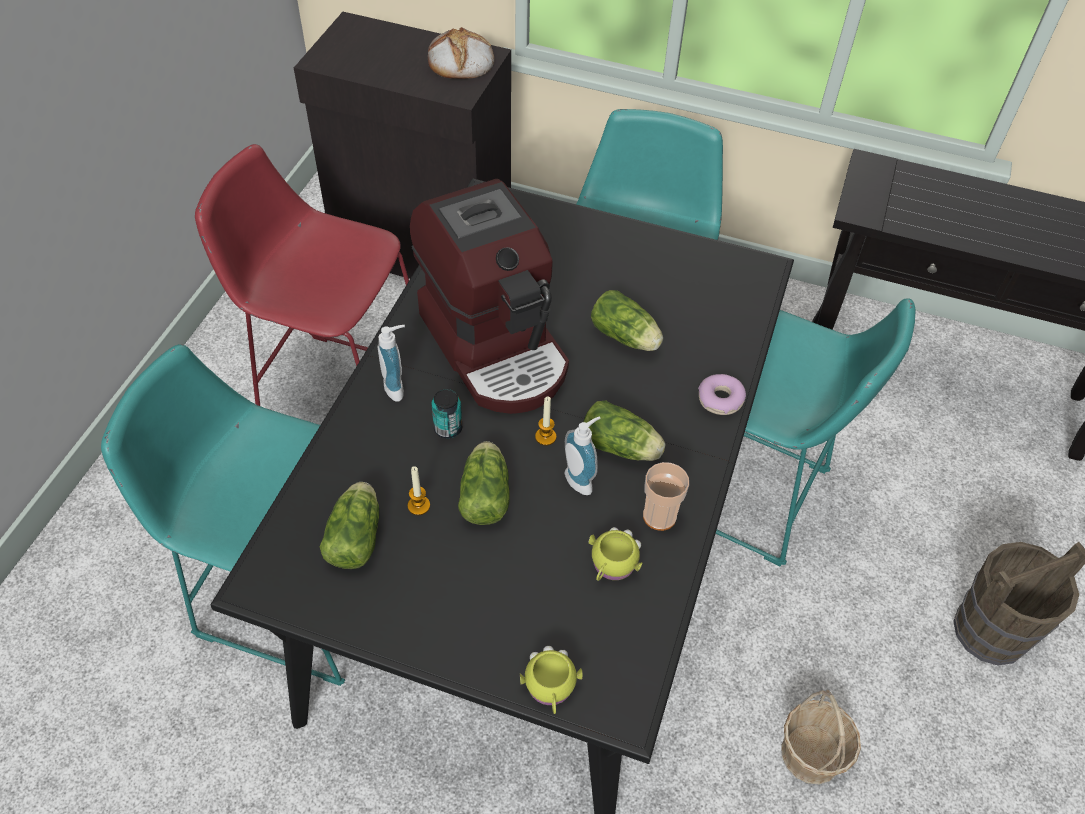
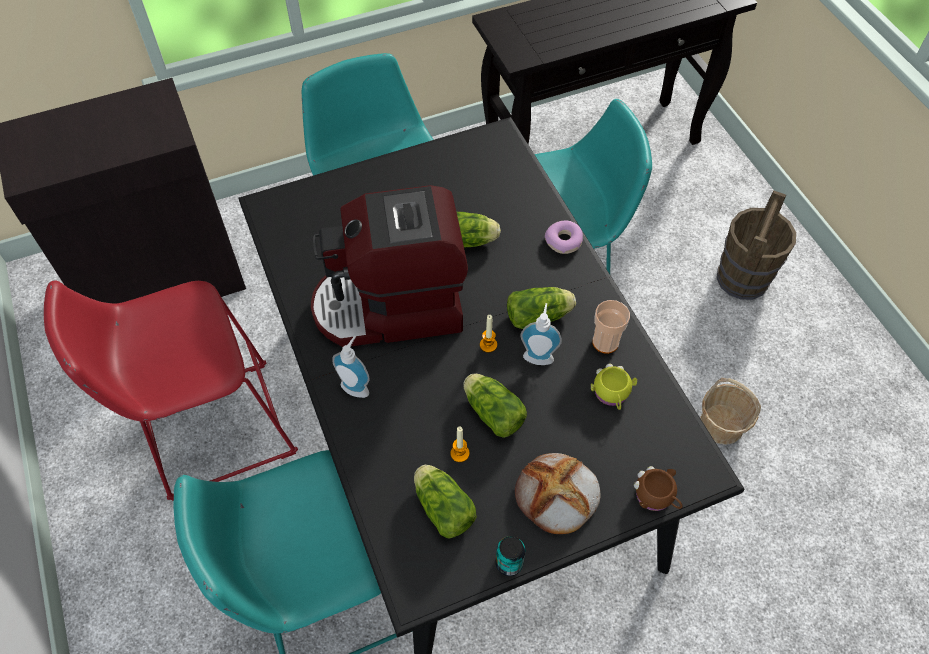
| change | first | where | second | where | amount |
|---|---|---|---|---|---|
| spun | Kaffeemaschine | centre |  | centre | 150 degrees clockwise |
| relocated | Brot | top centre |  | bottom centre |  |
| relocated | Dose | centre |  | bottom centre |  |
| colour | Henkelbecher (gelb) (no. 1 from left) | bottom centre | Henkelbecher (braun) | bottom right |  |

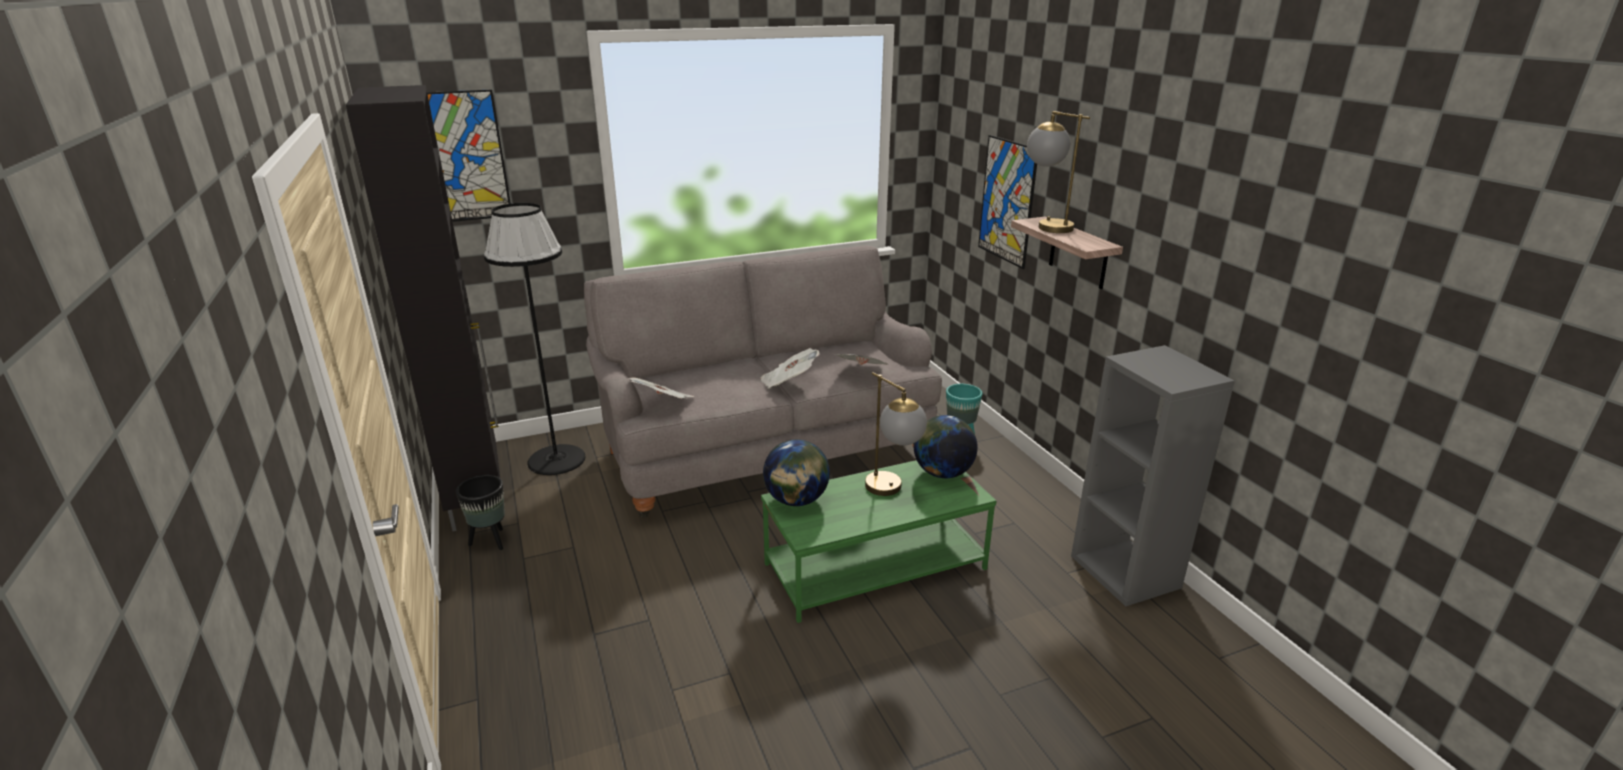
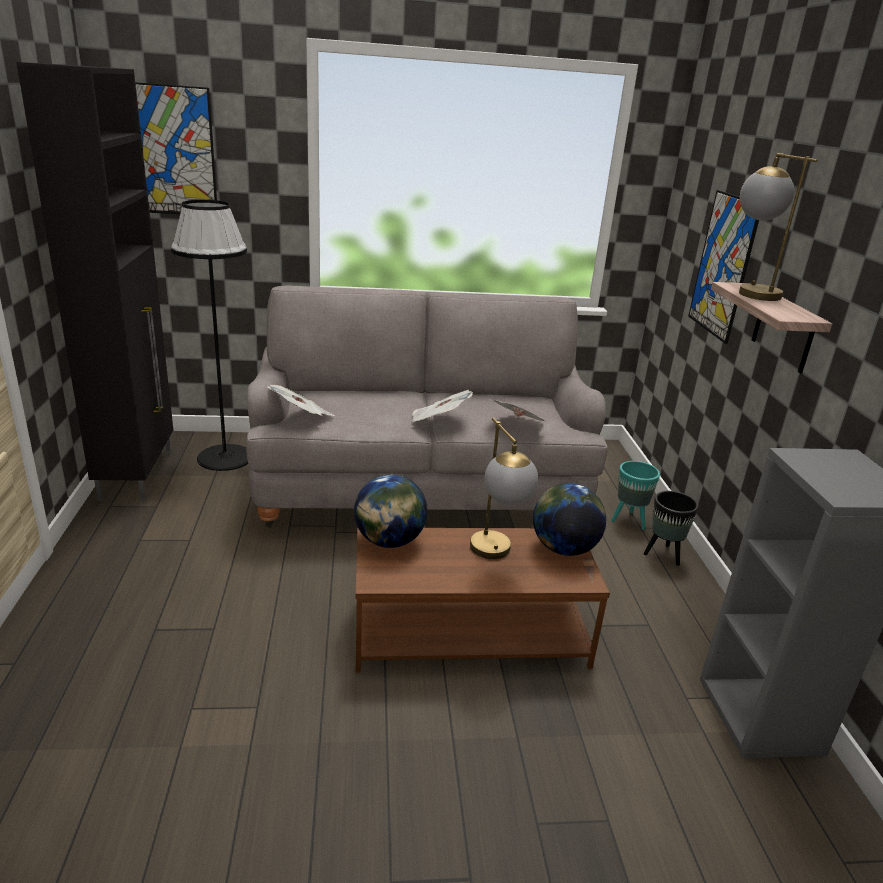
| change | first | where | second | where | amount |
|---|---|---|---|---|---|
| relocated | Pflanzkübel (schwarz) | middle left |  | middle right |  |
| colour | Couchtisch (grün) | bottom centre | Couchtisch (braun) | bottom centre |  |

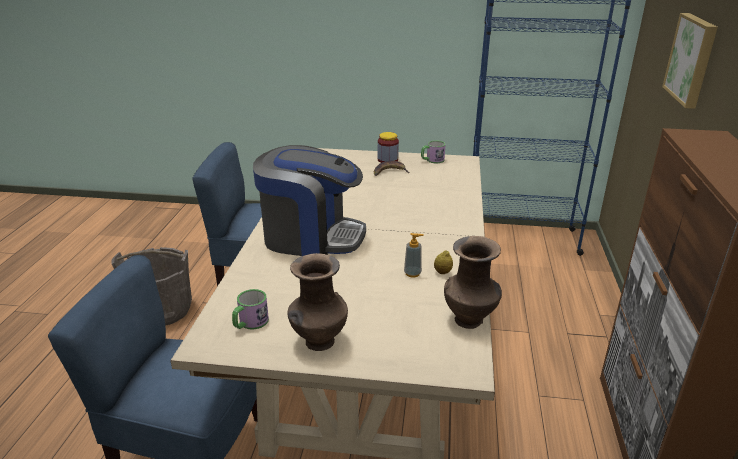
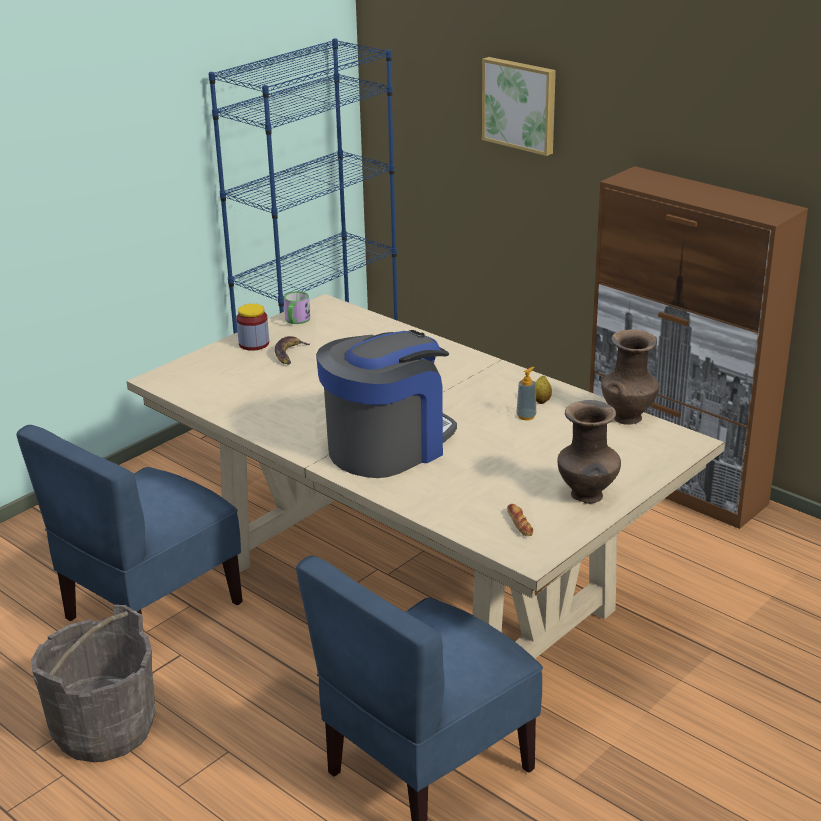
| change | first | where | second | where | amount |
|---|---|---|---|---|---|
| exchanged | Henkelbecher (no. 1 from left) | bottom centre | Brot | centre |  |

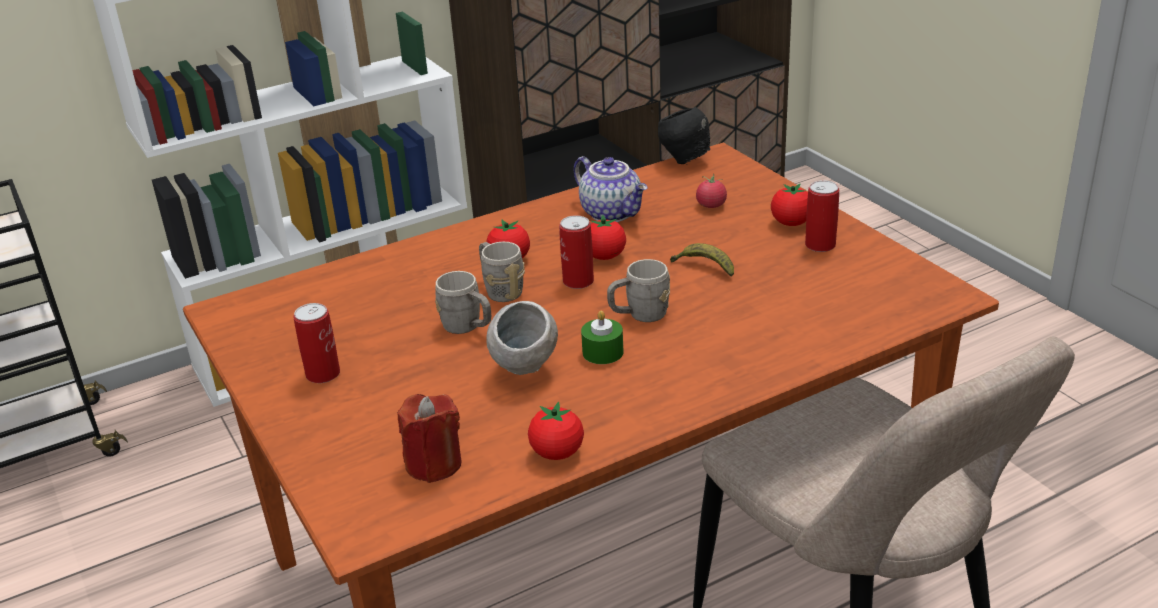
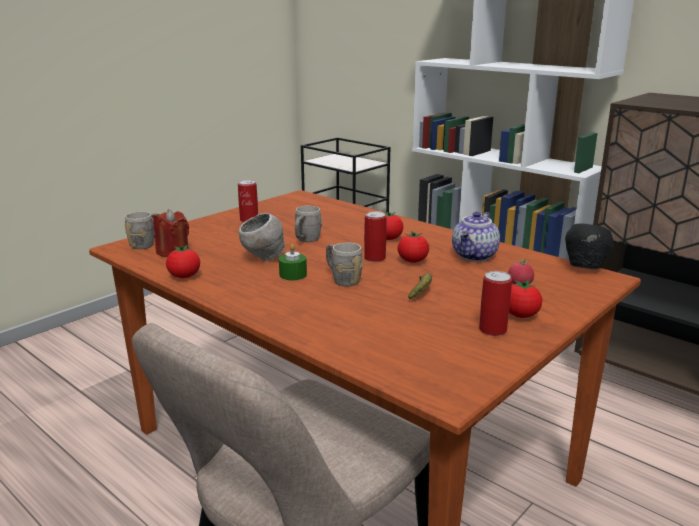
| change | first | where | second | where | amount |
|---|---|---|---|---|---|
| relocated | Henkelbecher (grau) (no. 2 from left in the first image) | centre | Henkelbecher (grau) (no. 1 from left) | middle left |  |

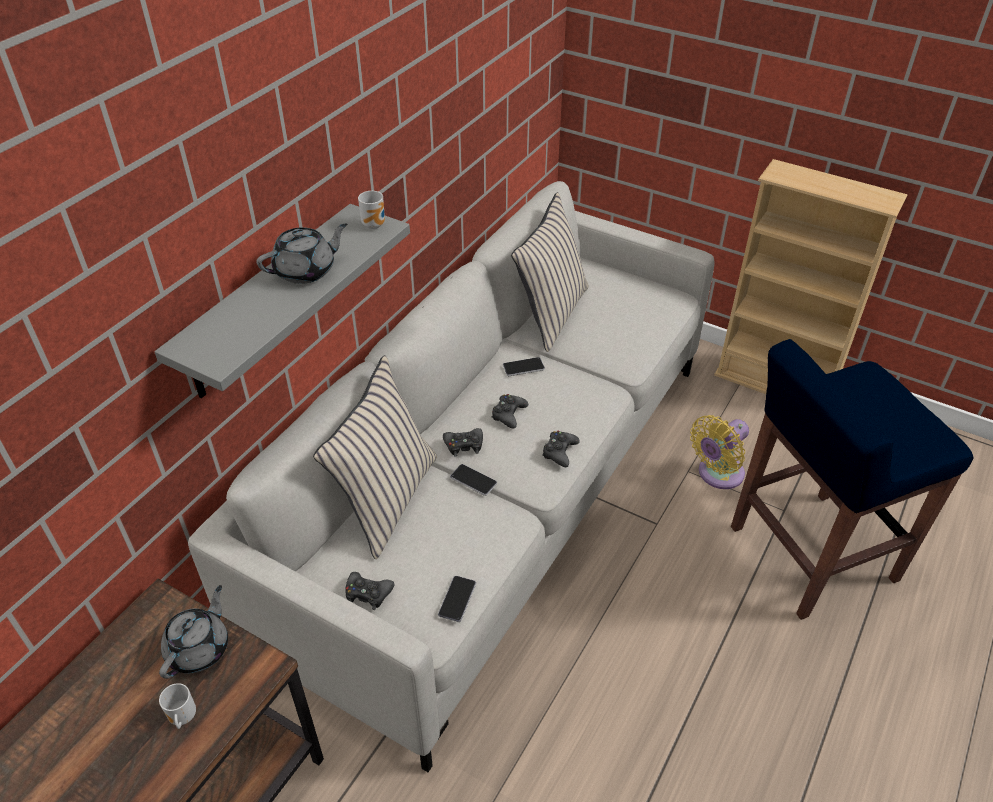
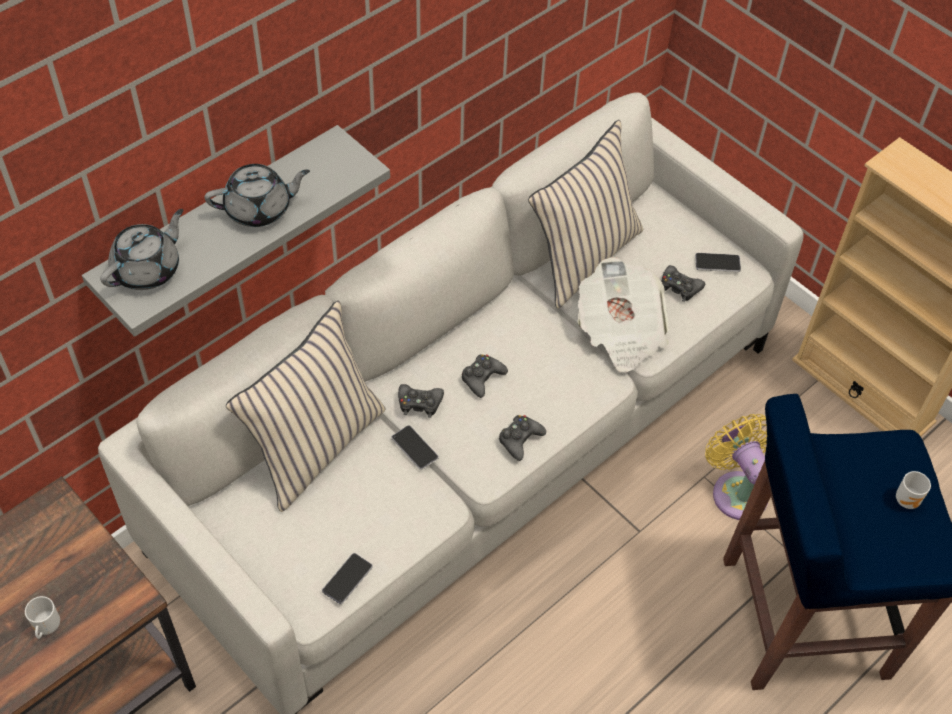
| change | first | where | second | where | amount |
|---|---|---|---|---|---|
| relocated | Teekanne (grau) (no. 1 from left) | bottom left |  | middle left |  |
| relocated | Gamepad (schwarz) (no. 1 from left in the first image) | bottom centre | Gamepad (schwarz) (no. 4 from left) | middle right |  |
| relocated | Henkelbecher (no. 2 from left) | top centre |  | bottom right |  |
| relocated | Handy (no. 3 from left) | centre |  | middle right |  |
| spun | Ventilator (gelb) | middle right |  | middle right | 90 degrees clockwise |
| appeared |  |  | Zeitung | centre |  |

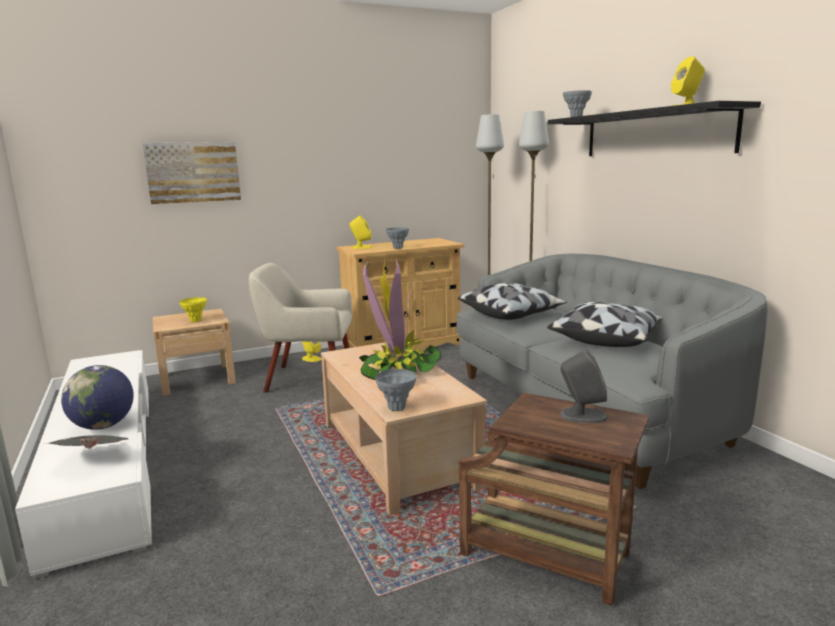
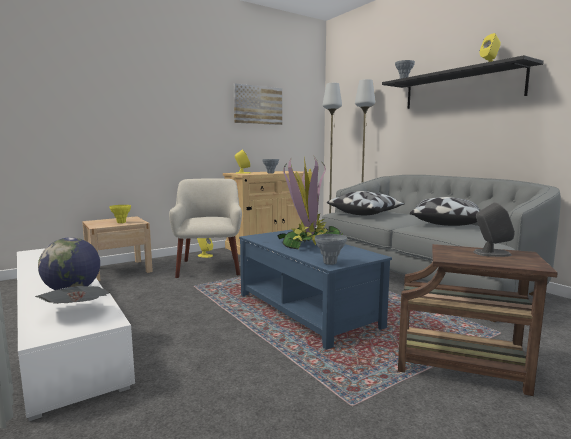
| change | first | where | second | where | amount |
|---|---|---|---|---|---|
| relocated | Bild | top left |  | top centre |  |
| spun | Sessel (beige) | centre |  | centre | 90 degrees clockwise |
| colour | Couchtisch (beige) | bottom centre | Couchtisch (blau) | centre |  |

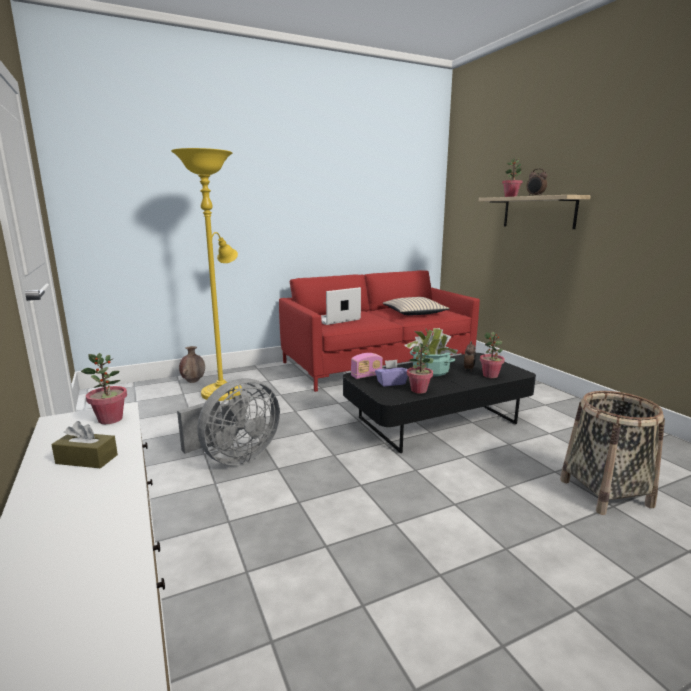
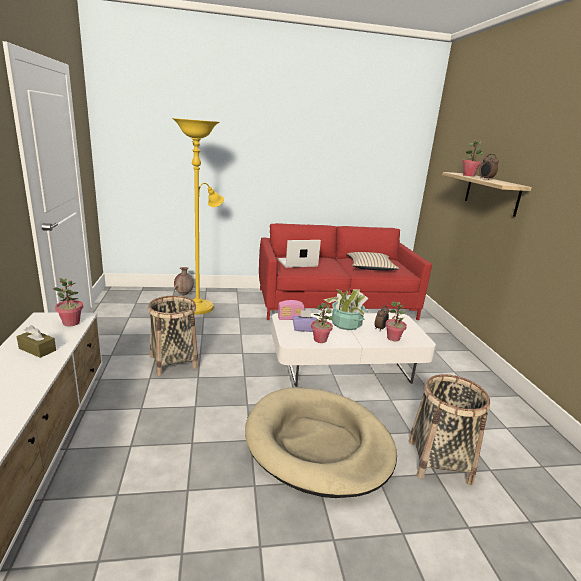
| change | first | where | second | where | amount |
|---|---|---|---|---|---|
| exchanged | Ventilator (grau) | middle left | Korb (no. 1 from left) | middle left |  |
| colour | Couchtisch (schwarz) | centre | Couchtisch (weiß) | centre |  |
| appeared |  |  | Hundebett (beige) | bottom centre |  |

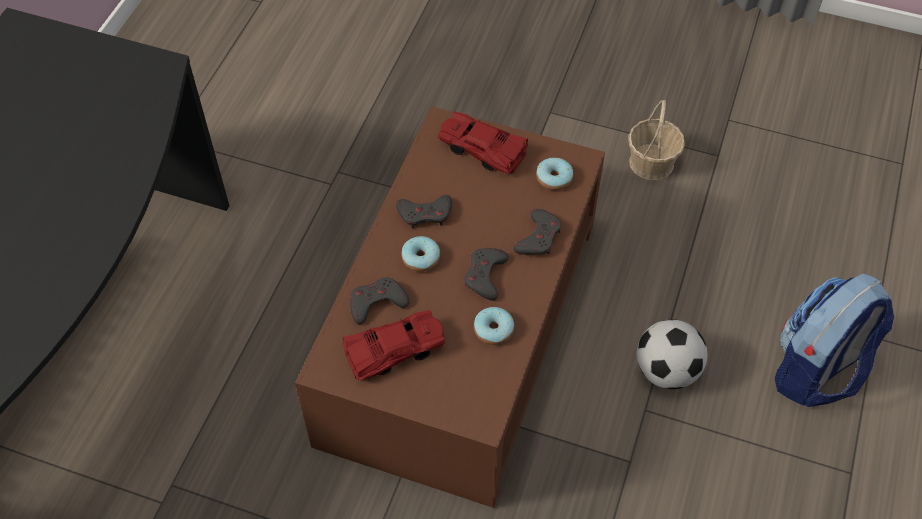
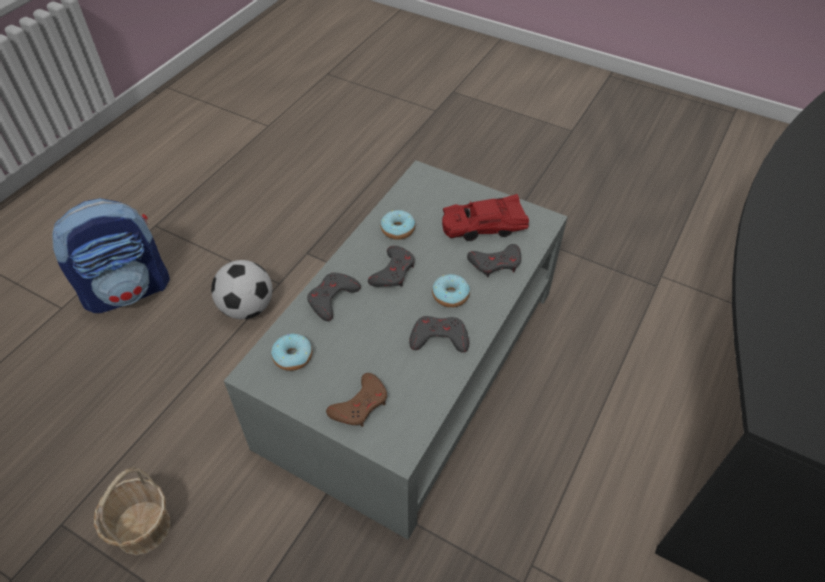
| change | first | where | second | where | amount |
|---|---|---|---|---|---|
| colour | Couchtisch (braun) | centre | Couchtisch (grau) | centre |  |
| exchanged | Spielzeugauto (rot) (no. 2 from left) | top centre | Gamepad (braun) | bottom centre |  |

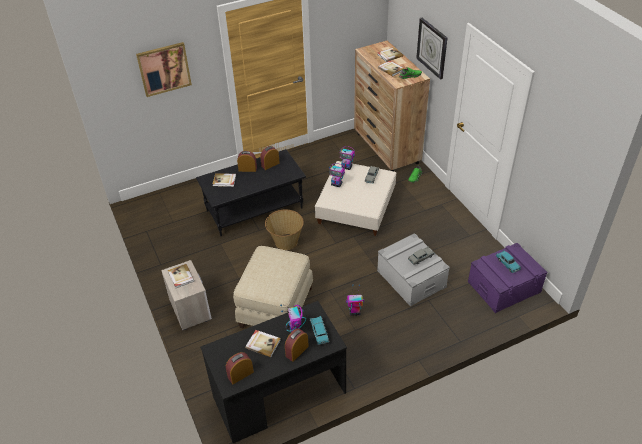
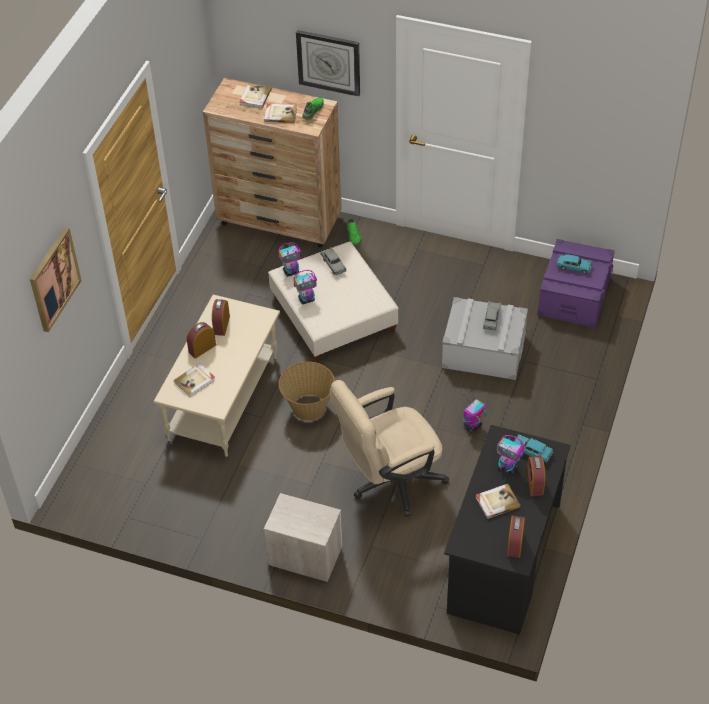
| change | first | where | second | where | amount |
|---|---|---|---|---|---|
| missing | Buch (no. 1 from left) | middle left |  |  |  |
| colour | Couchtisch (schwarz) | centre | Couchtisch (beige) | middle left |  |
| exchanged | Polsterhocker (beige) (no. 1 from left) | centre | Bürostuhl (beige) | centre |  |

